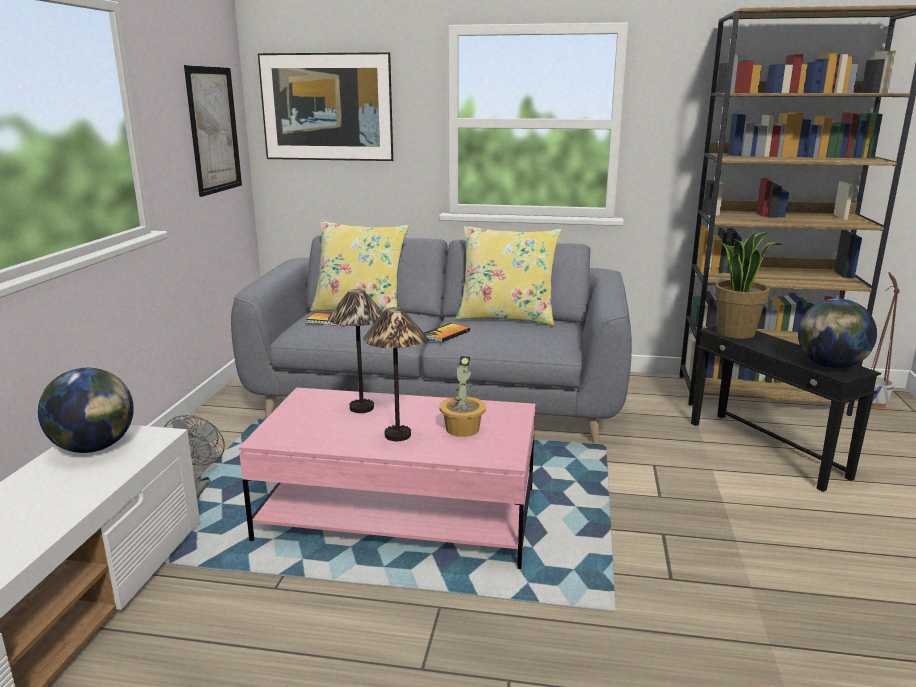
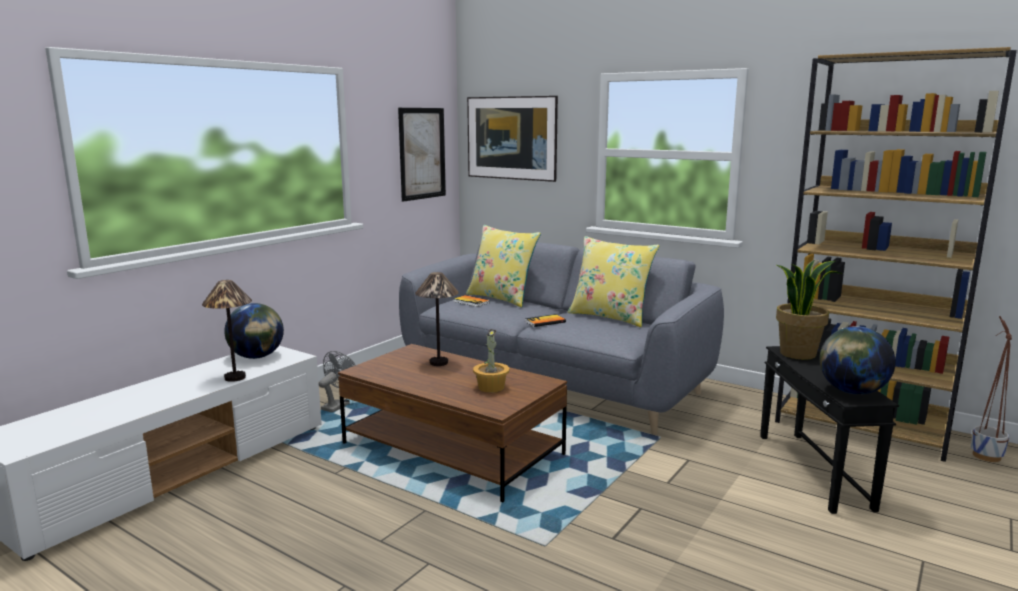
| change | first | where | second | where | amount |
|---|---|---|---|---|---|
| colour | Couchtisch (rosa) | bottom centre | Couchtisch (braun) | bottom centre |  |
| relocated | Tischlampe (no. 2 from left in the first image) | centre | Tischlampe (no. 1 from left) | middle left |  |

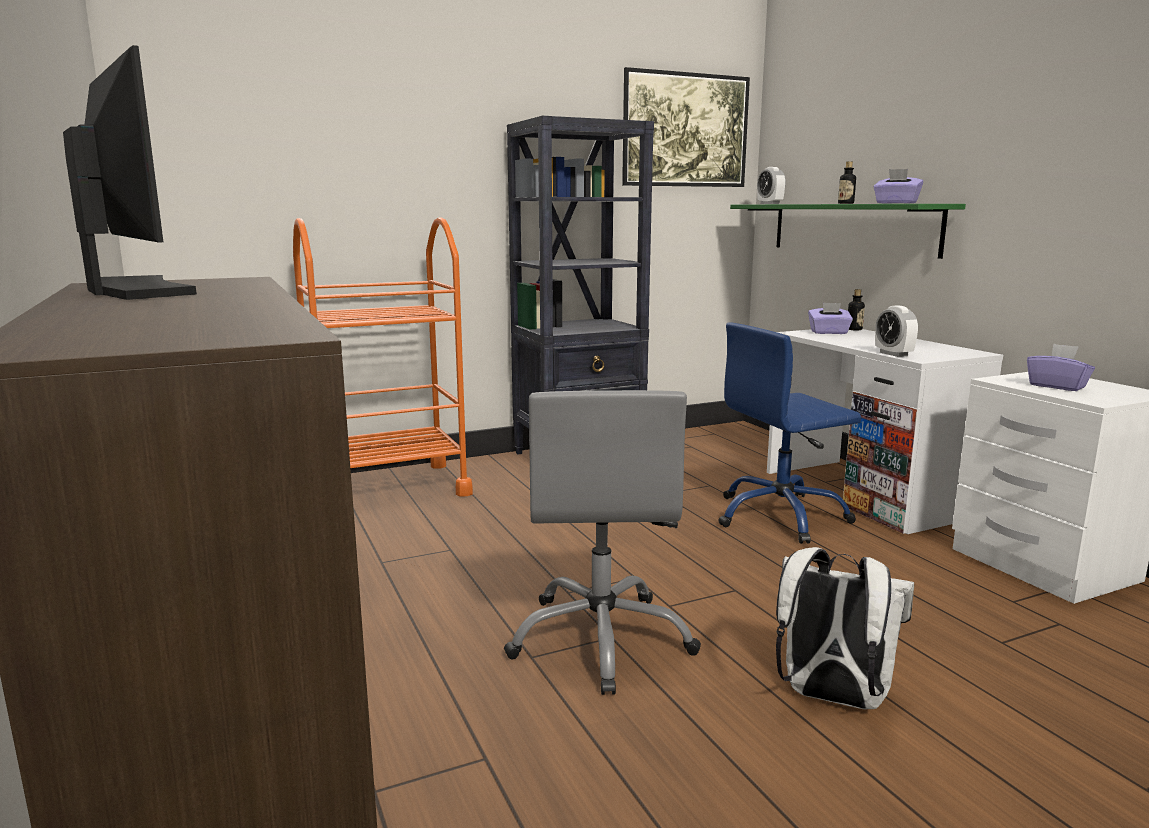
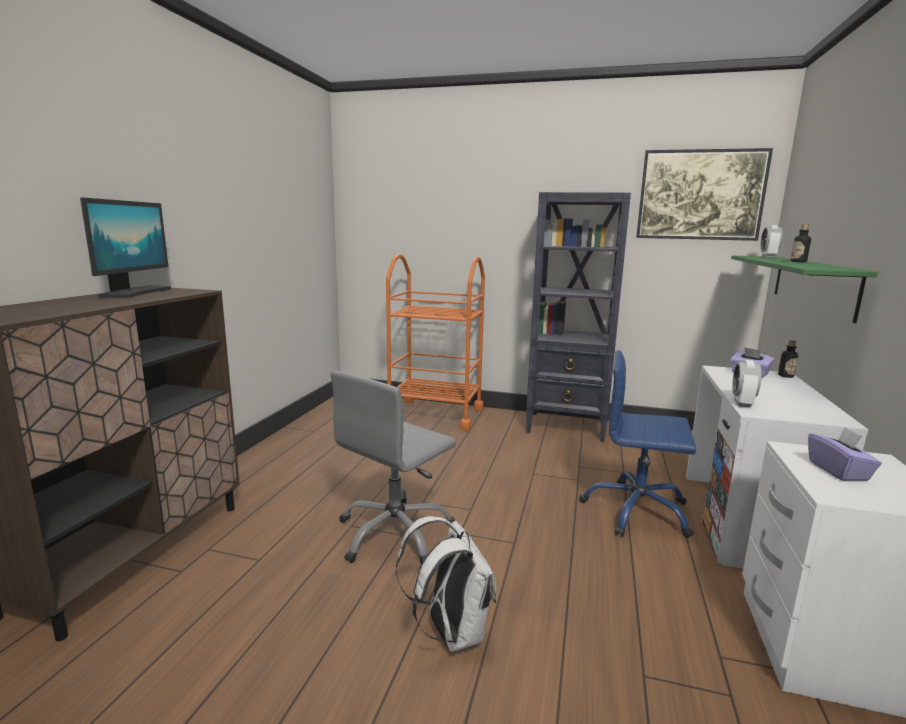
| change | first | where | second | where | amount |
|---|---|---|---|---|---|
| missing | Taschentuchbox (lila) (no. 2 from left) | top right |  |  |  |

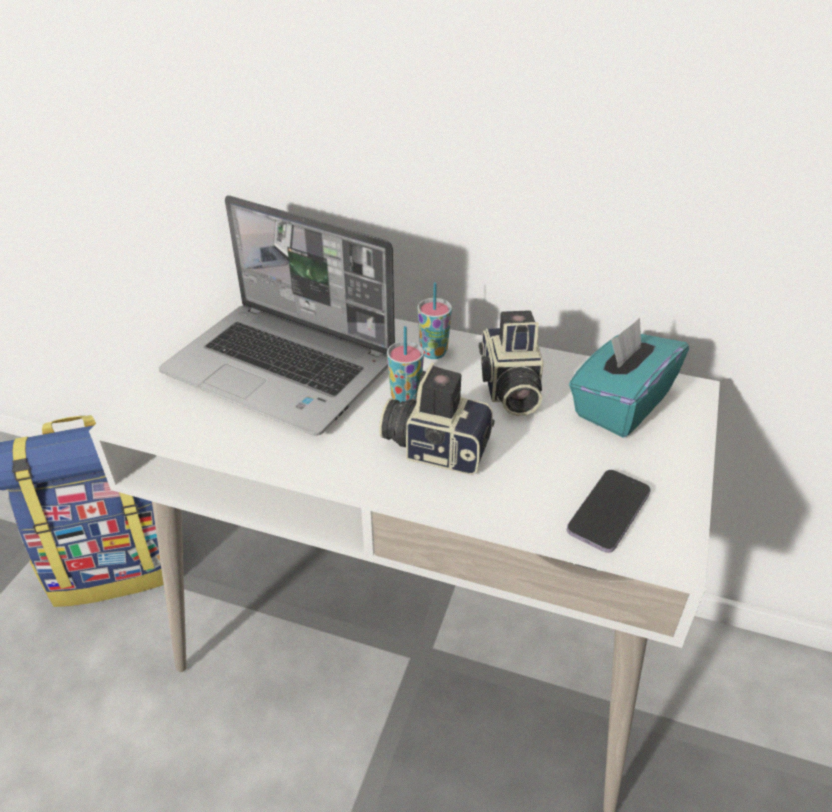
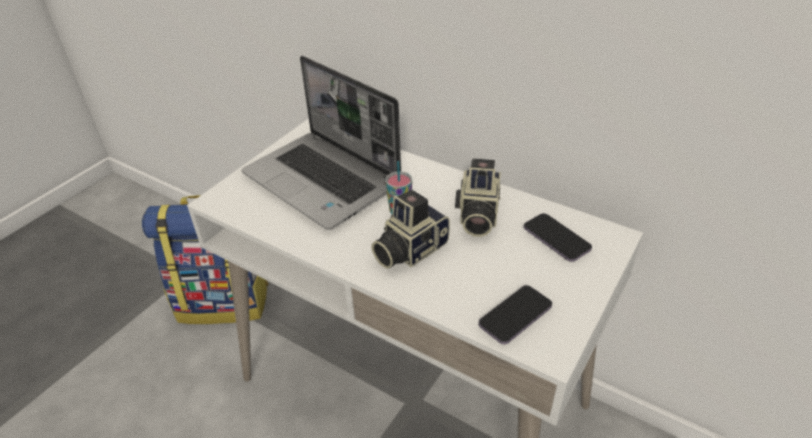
| change | first | where | second | where | amount |
|---|---|---|---|---|---|
| spun | Kamera (no. 1 from left) | centre |  | centre | 75 degrees counterclockwise |
| missing | Tasse (no. 2 from left) | centre |  |  |  |
| exchanged | Taschentuchbox (türkis) | middle right | Handy (no. 2 from left) | middle right |  |

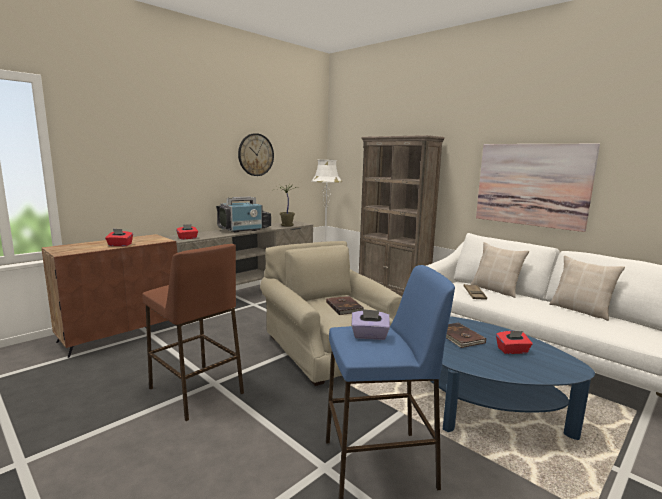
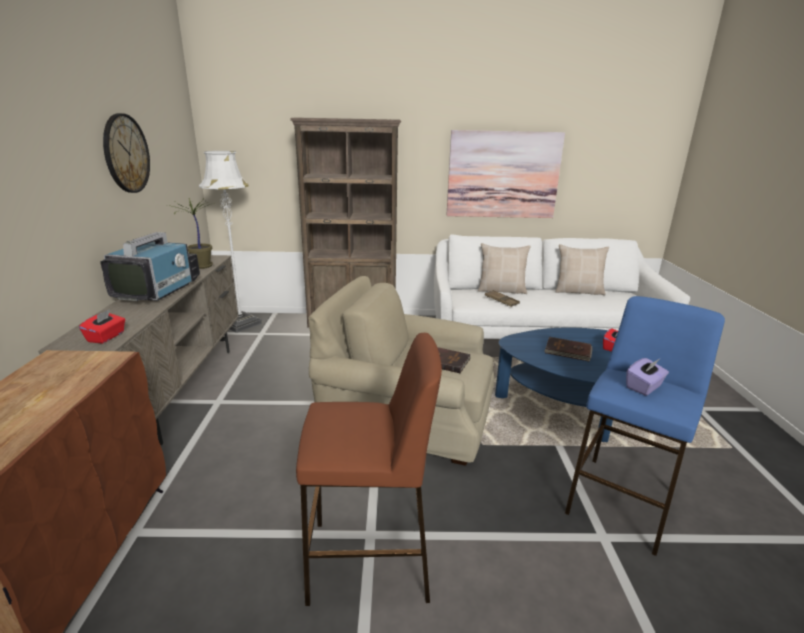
| change | first | where | second | where | amount |
|---|---|---|---|---|---|
| missing | Taschentuchbox (rot) (no. 1 from left) | middle left |  |  |  |

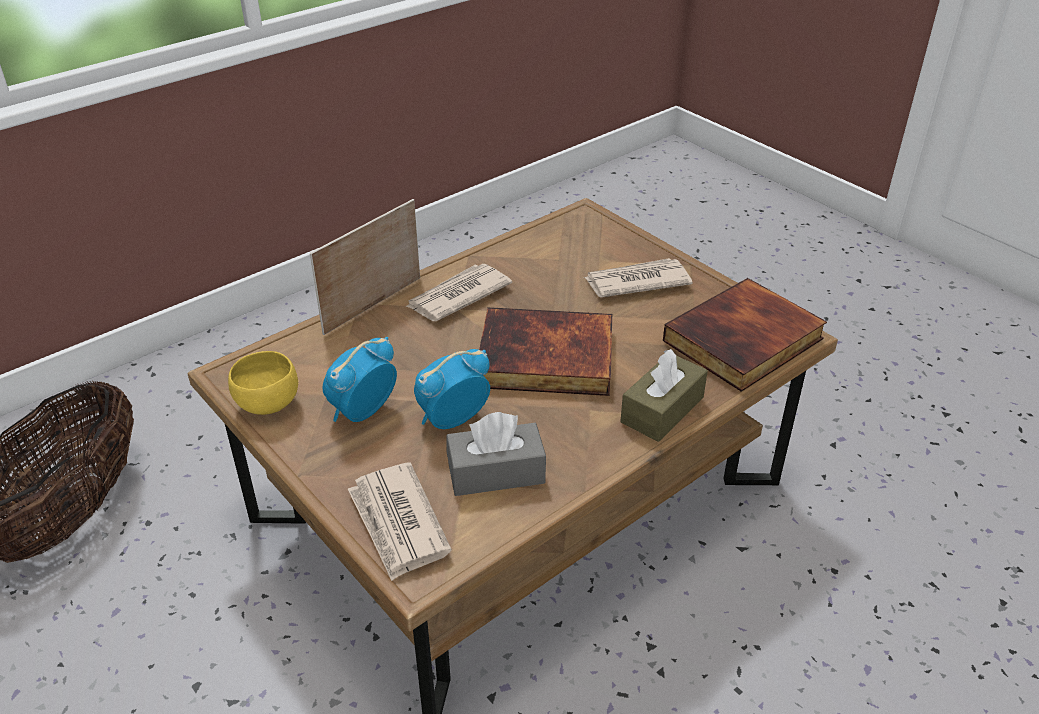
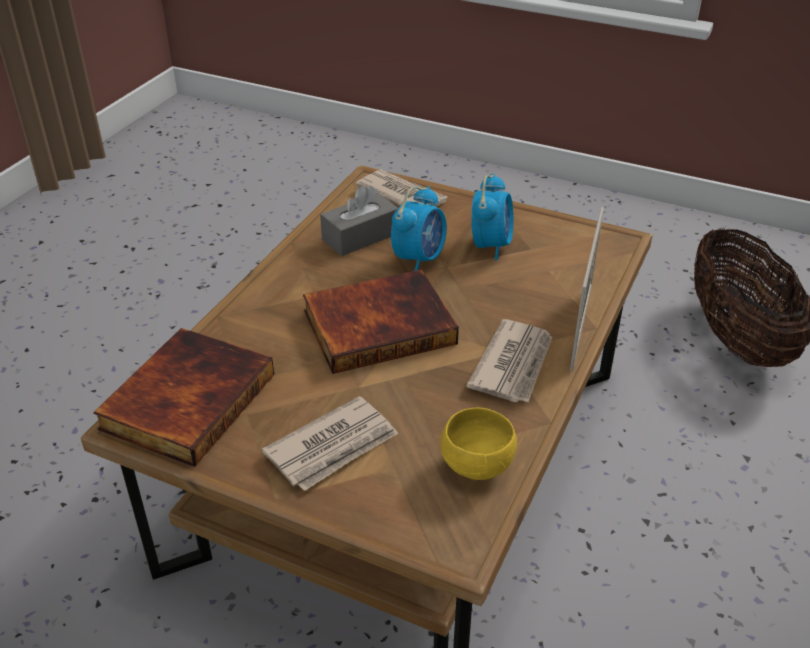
| change | first | where | second | where | amount |
|---|---|---|---|---|---|
| relocated | Schüssel (gelb) | middle left |  | bottom centre |  |
| missing | Taschentuchbox (braun) | centre |  |  |  |

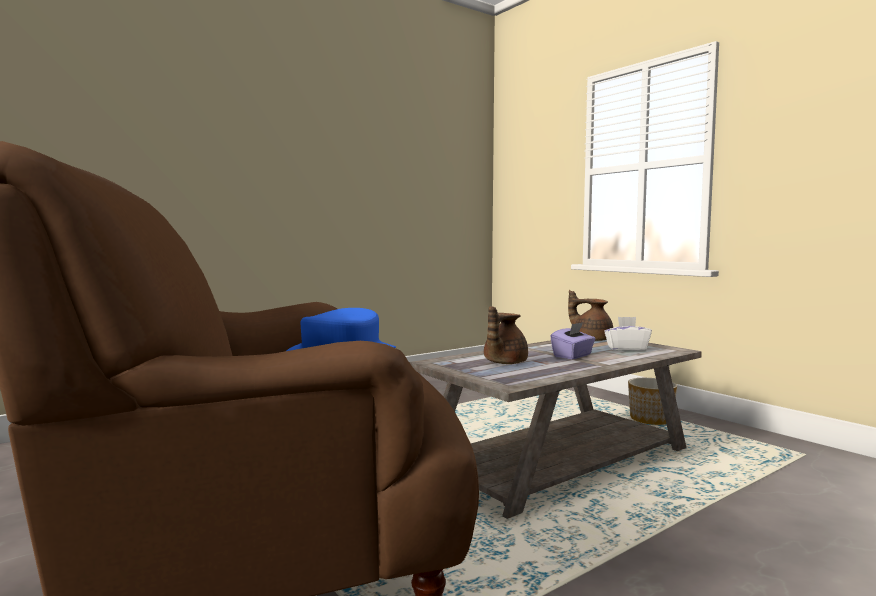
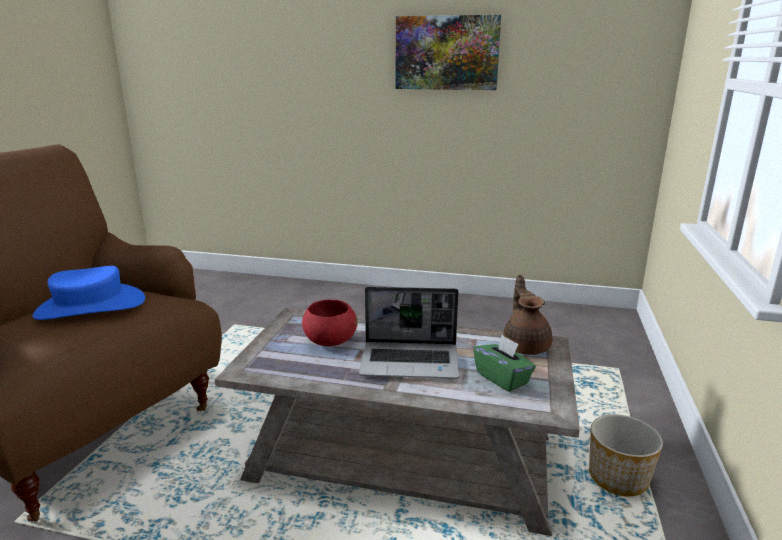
| change | first | where | second | where | amount |
|---|---|---|---|---|---|
| exchanged | Teekanne (braun) (no. 1 from left) | centre | Schüssel (rot) | centre |  |
| exchanged | Taschentuchbox (lila) | centre | Laptop | centre |  |
| colour | Taschentuchbox (weiß) | middle right | Taschentuchbox (grün) | bottom centre |  |
| appeared |  |  | Bild | top centre |  |

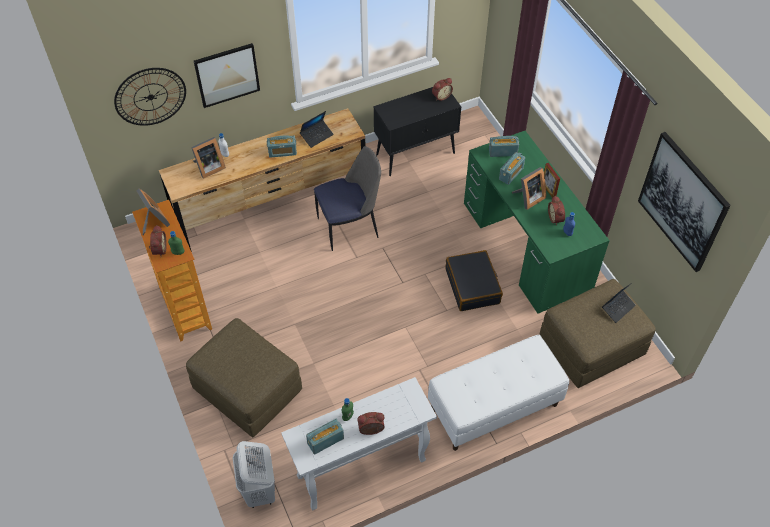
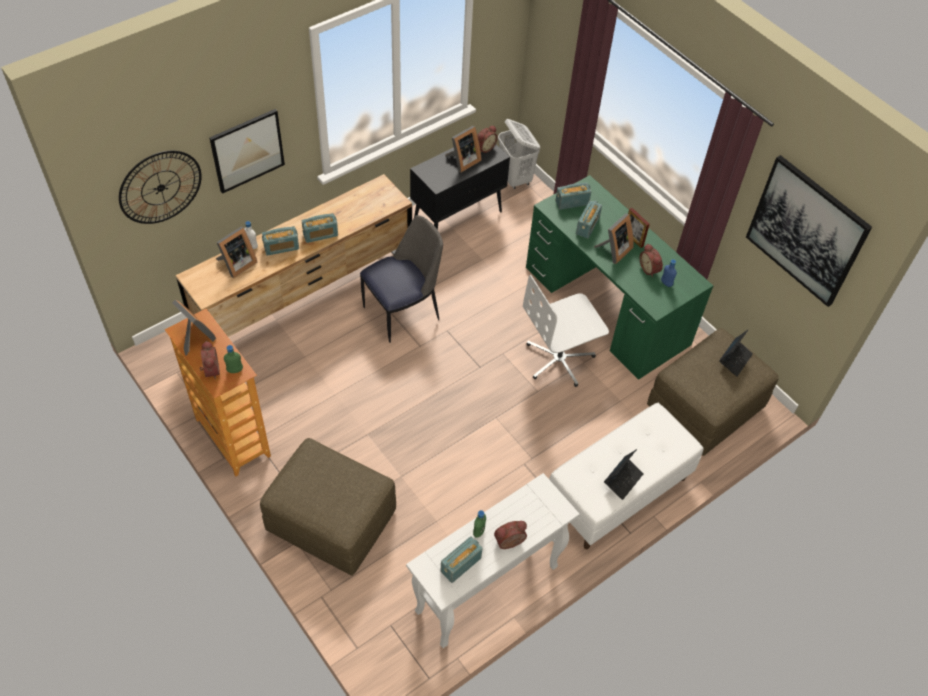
| change | first | where | second | where | amount |
|---|---|---|---|---|---|
| relocated | Wäschekorb (weiß) | bottom left |  | top centre |  |
| relocated | Laptop (no. 1 from left) | top centre |  | bottom right |  |
| exchanged | Koffer (schwarz) | centre | Bürostuhl (weiß) | centre |  |
| appeared |  |  | Radio (no. 1 from left) | middle left |  |
| appeared |  |  | Bilderrahmen (no. 3 from left) | top centre |  |

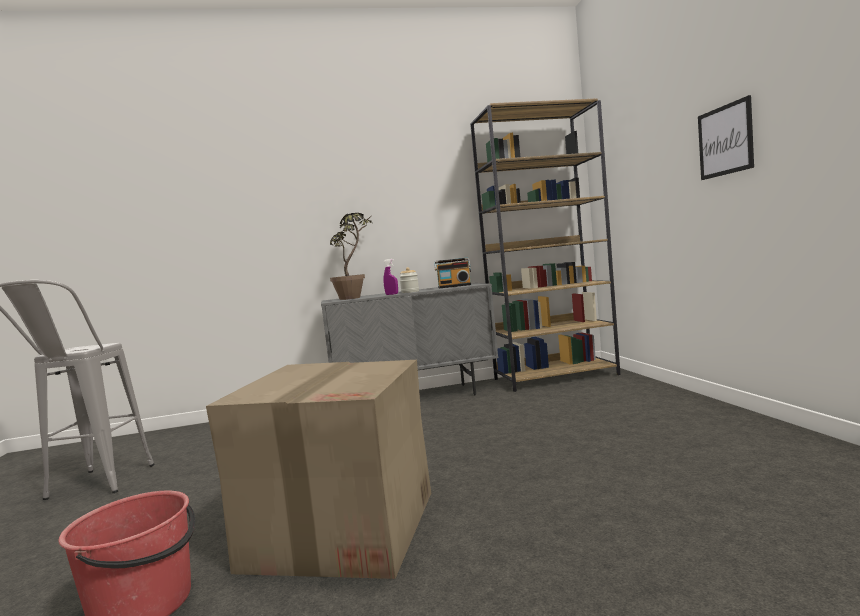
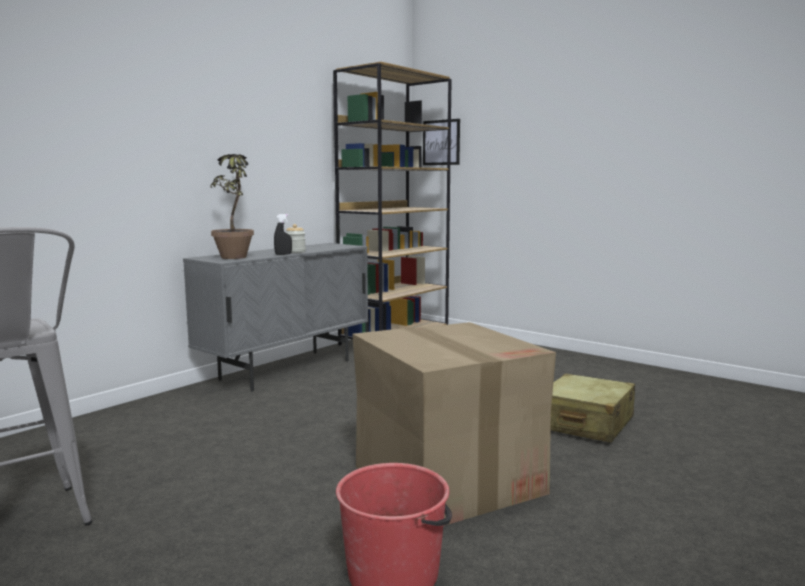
| change | first | where | second | where | amount |
|---|---|---|---|---|---|
| colour | Sprühflasche (lila) | centre | Sprühflasche (schwarz) | centre |  |
| missing | Radio | centre |  |  |  |
| relocated | Bild | top right |  | top centre |  |
| appeared |  |  | Koffer (beige) | bottom right |  |

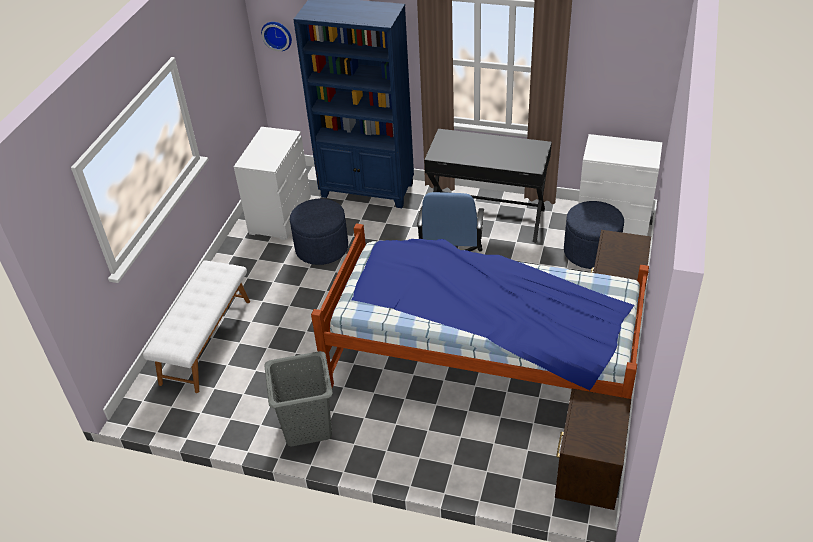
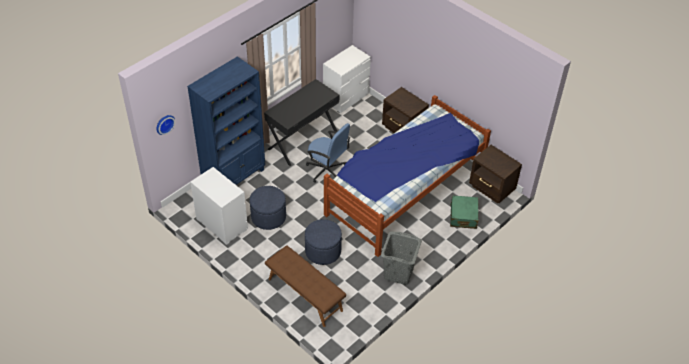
| change | first | where | second | where | amount |
|---|---|---|---|---|---|
| colour | Bank (weiß) | middle left | Bank (braun) | bottom centre |  |
| relocated | Polsterhocker (blau) (no. 2 from left) | middle right |  | centre |  |
| appeared |  |  | Koffer (grün) | middle right |  |

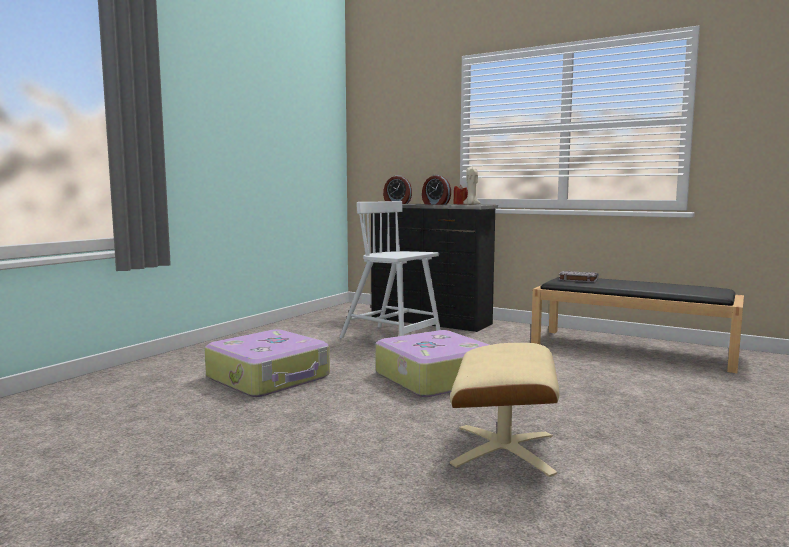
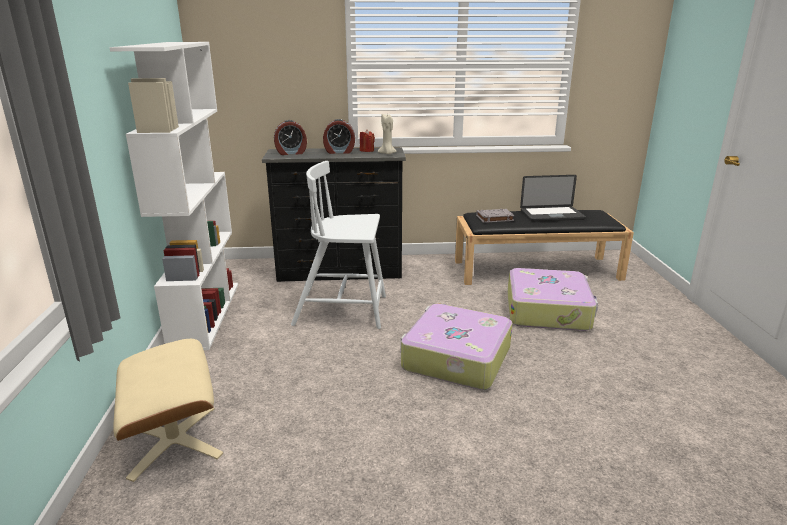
| change | first | where | second | where | amount |
|---|---|---|---|---|---|
| relocated | Koffer (no. 1 from left in the first image) | centre | Koffer (no. 2 from left) | middle right |  |
| relocated | Polsterhocker (beige) | bottom centre |  | bottom left |  |
| appeared |  |  | Bücherregal (weiß) | middle left |  |
| appeared |  |  | Laptop | middle right |  |

